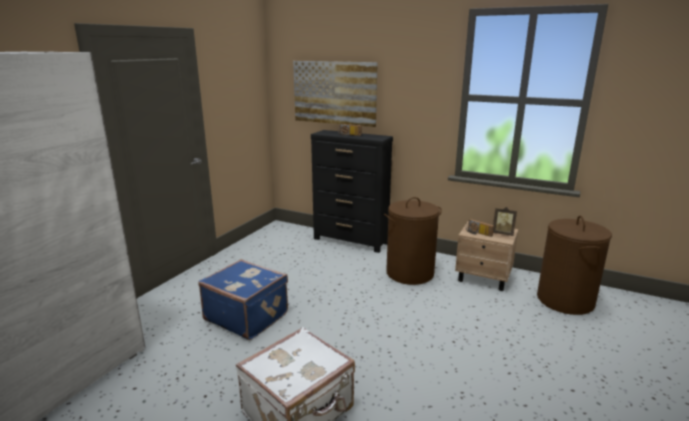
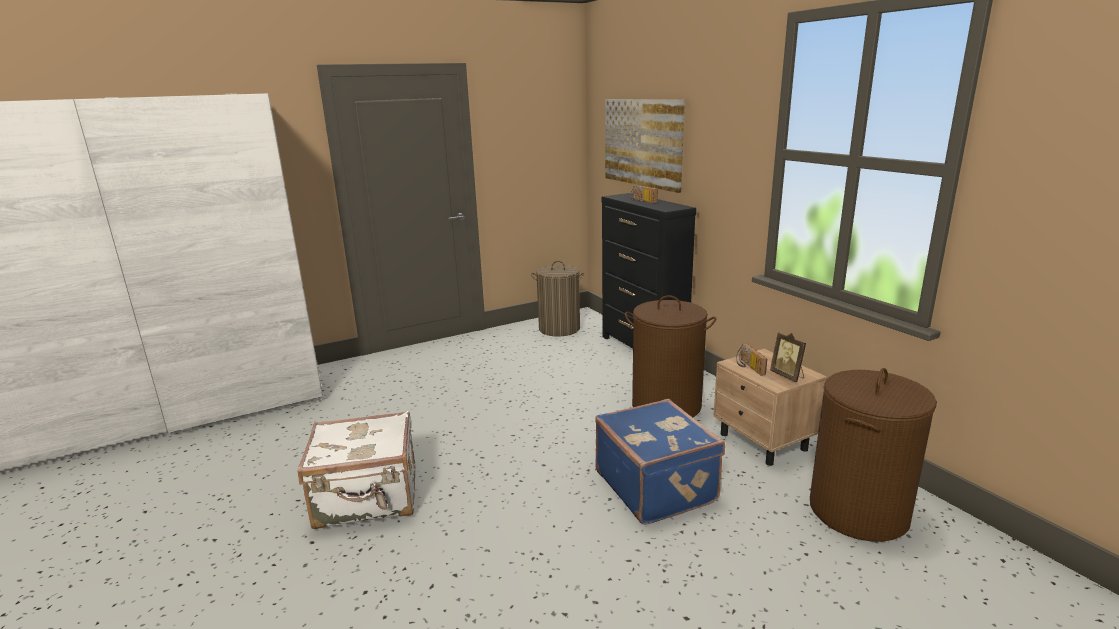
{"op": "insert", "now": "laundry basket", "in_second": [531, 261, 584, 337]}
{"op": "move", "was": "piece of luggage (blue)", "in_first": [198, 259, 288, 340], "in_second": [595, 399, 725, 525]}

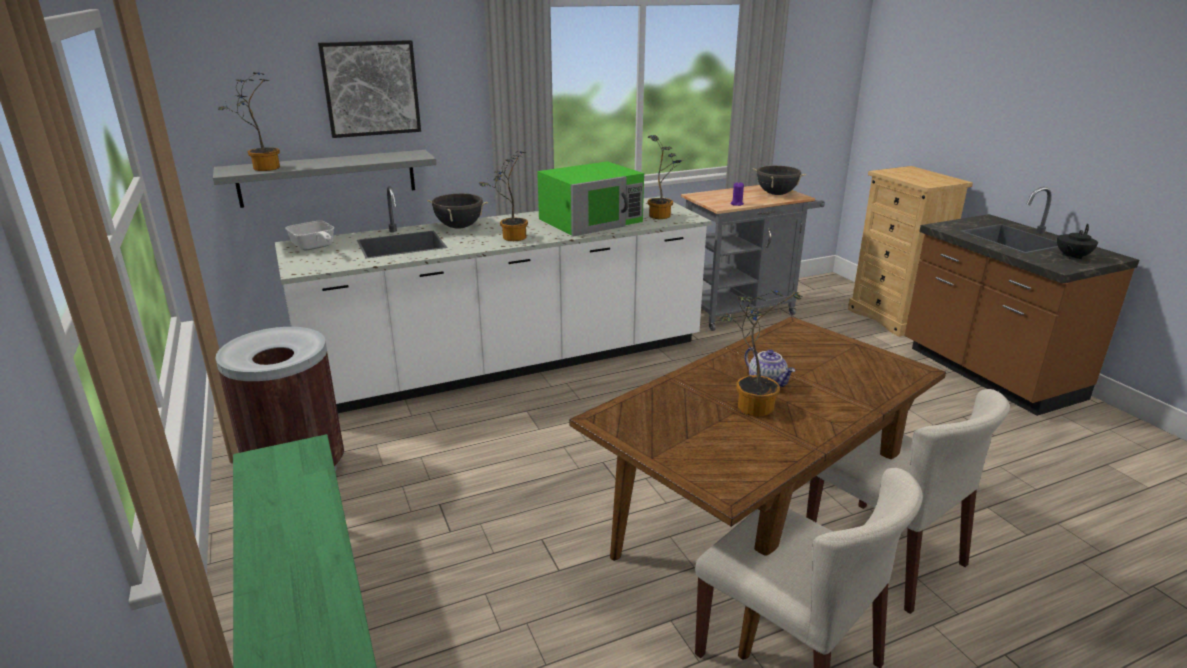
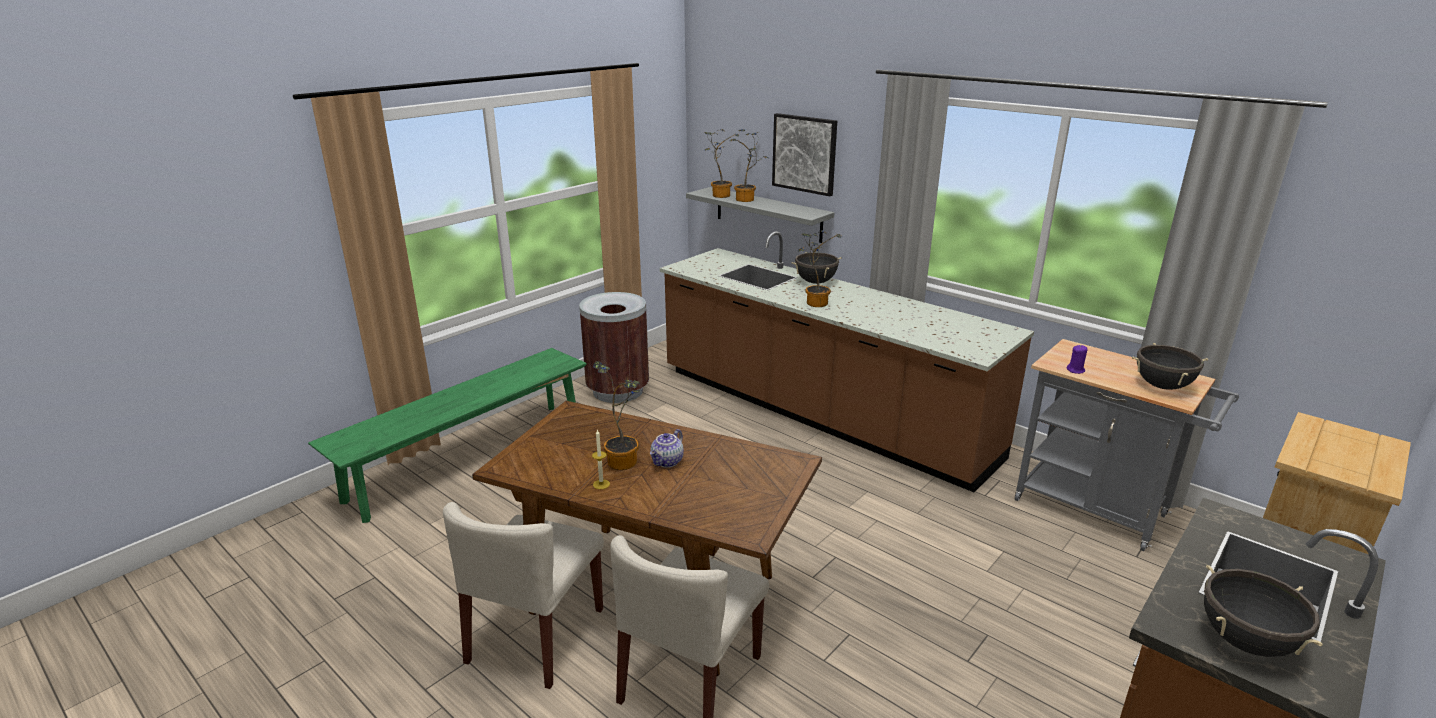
{"op": "insert", "now": "wax candle", "in_second": [592, 429, 610, 489]}
{"op": "recolor", "was": "kitchen counter (whitish)", "now": "kitchen counter (brownish)", "in_first": [275, 186, 712, 413], "in_second": [660, 232, 1034, 492]}
{"op": "move", "was": "houseplant", "in_first": [648, 135, 683, 219], "in_second": [729, 129, 768, 202]}
{"op": "replace", "was": "tea pot (blackish)", "now": "cooking pot (blackish)", "in_first": [1057, 224, 1098, 259], "in_second": [1204, 565, 1323, 657]}
{"op": "delete", "was": "skillet", "in_first": [285, 221, 334, 250]}
{"op": "delete", "was": "kitchen microwave (green)", "in_first": [537, 161, 644, 237]}

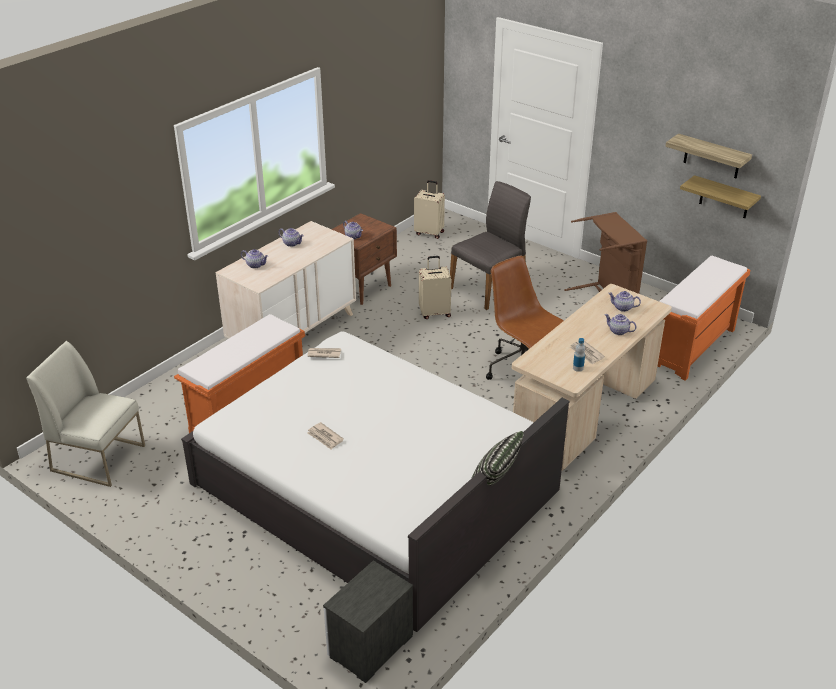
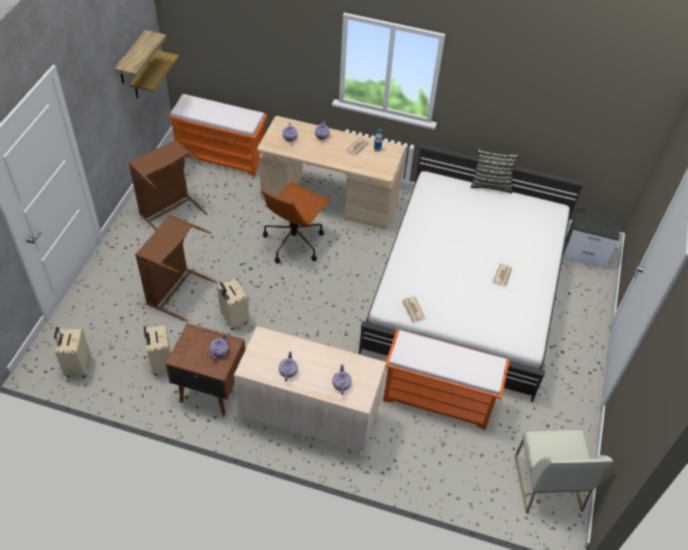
{"op": "replace", "was": "plain chair (grey)", "now": "laundry basket (brownish)", "in_first": [450, 181, 531, 310], "in_second": [135, 215, 217, 322]}
{"op": "insert", "now": "piece of luggage (beige-coloured)", "in_second": [144, 325, 171, 375]}

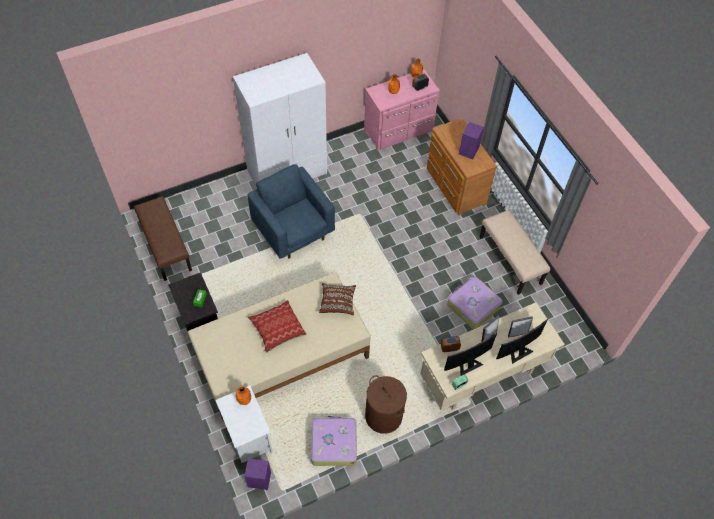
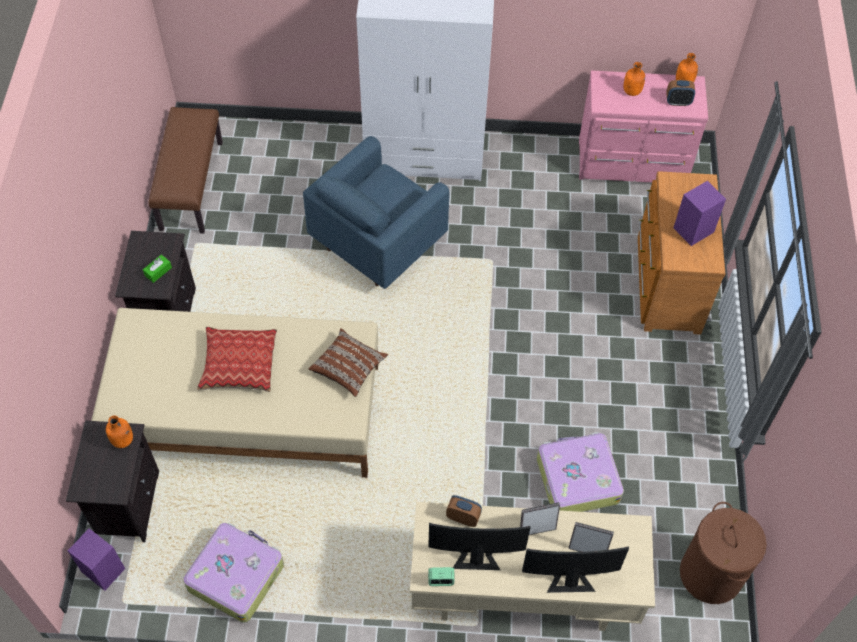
{"op": "recolor", "was": "bedside table (whitish)", "now": "bedside table (blackish)", "in_first": [216, 386, 273, 463], "in_second": [66, 421, 159, 542]}
{"op": "rotate", "was": "easy chair (blue)", "in_first": [247, 164, 335, 259], "in_second": [303, 136, 449, 289], "clockwise": -135}
{"op": "move", "was": "laundry basket (brownish)", "in_first": [365, 375, 407, 434], "in_second": [680, 502, 767, 604]}
{"op": "delete", "was": "long seat (beige-coloured)", "in_first": [480, 210, 550, 295]}

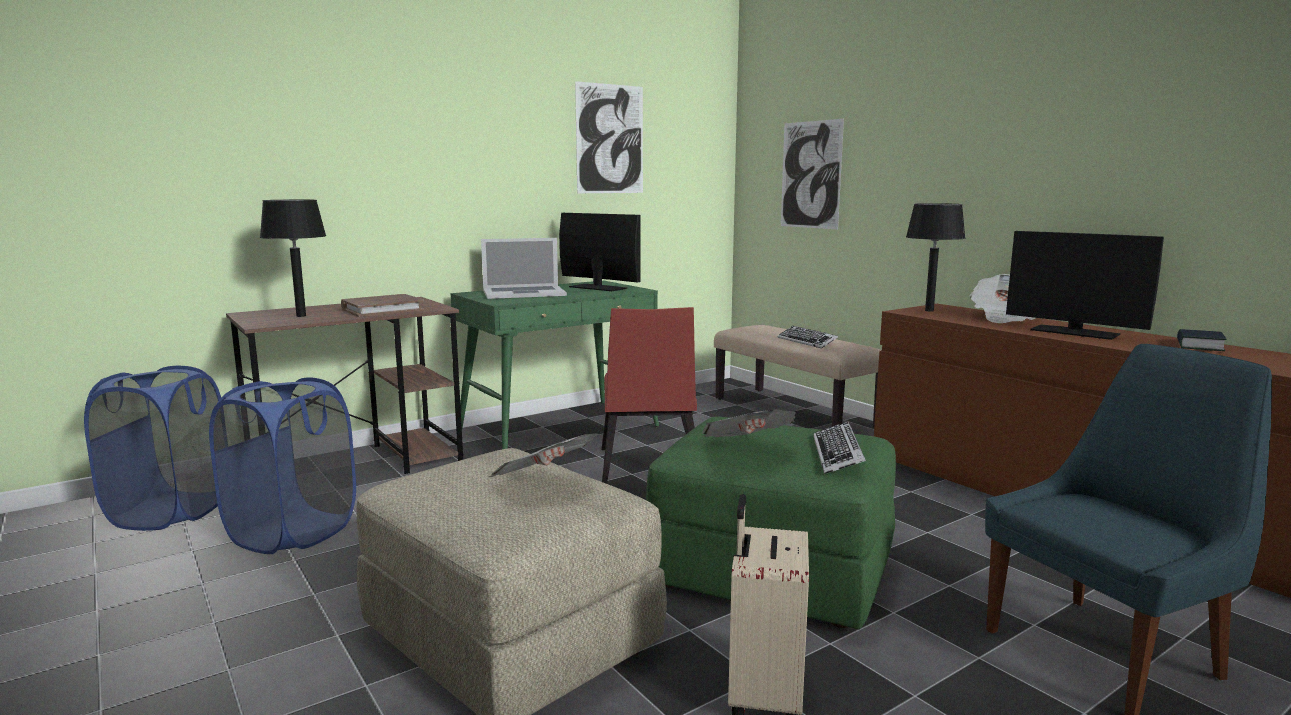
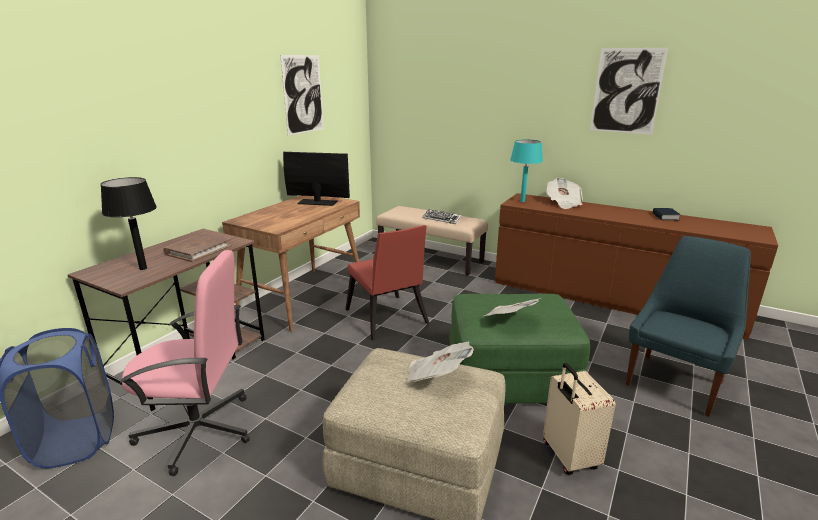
{"op": "replace", "was": "laundry basket (blue)", "now": "computer chair (pink)", "in_first": [209, 377, 356, 554], "in_second": [120, 250, 250, 476]}
{"op": "recolor", "was": "desk unit (green)", "now": "desk unit (brownish)", "in_first": [451, 281, 659, 449], "in_second": [222, 196, 360, 332]}
{"op": "recolor", "was": "tabletop lamp (blackish)", "now": "tabletop lamp (turquoise-coloured)", "in_first": [906, 203, 966, 312], "in_second": [510, 139, 543, 202]}
{"op": "move", "was": "wall art", "in_first": [781, 119, 844, 230], "in_second": [590, 48, 668, 134]}
{"op": "delete", "was": "portable computer", "in_first": [481, 238, 567, 299]}
{"op": "delete", "was": "computer keyboard", "in_first": [814, 422, 866, 474]}
{"op": "delete", "was": "computer display", "in_first": [1006, 231, 1164, 340]}

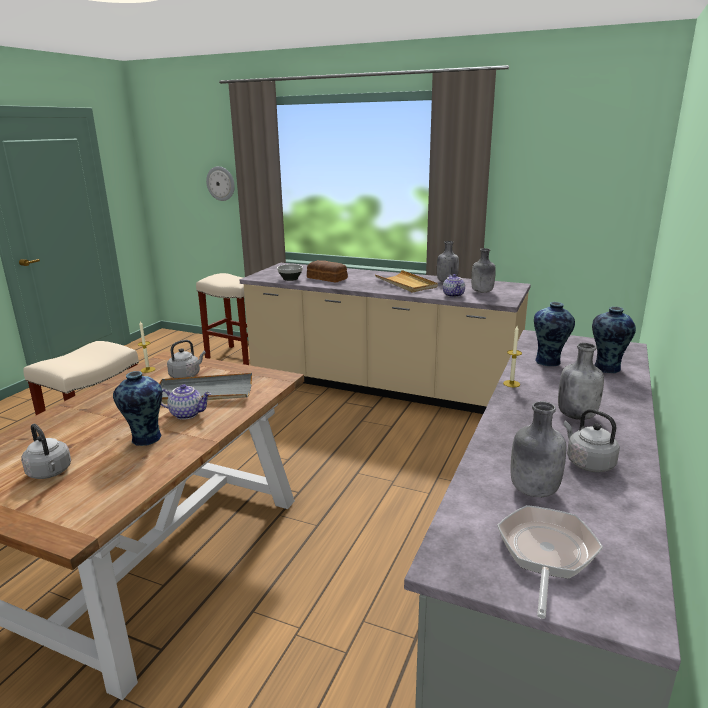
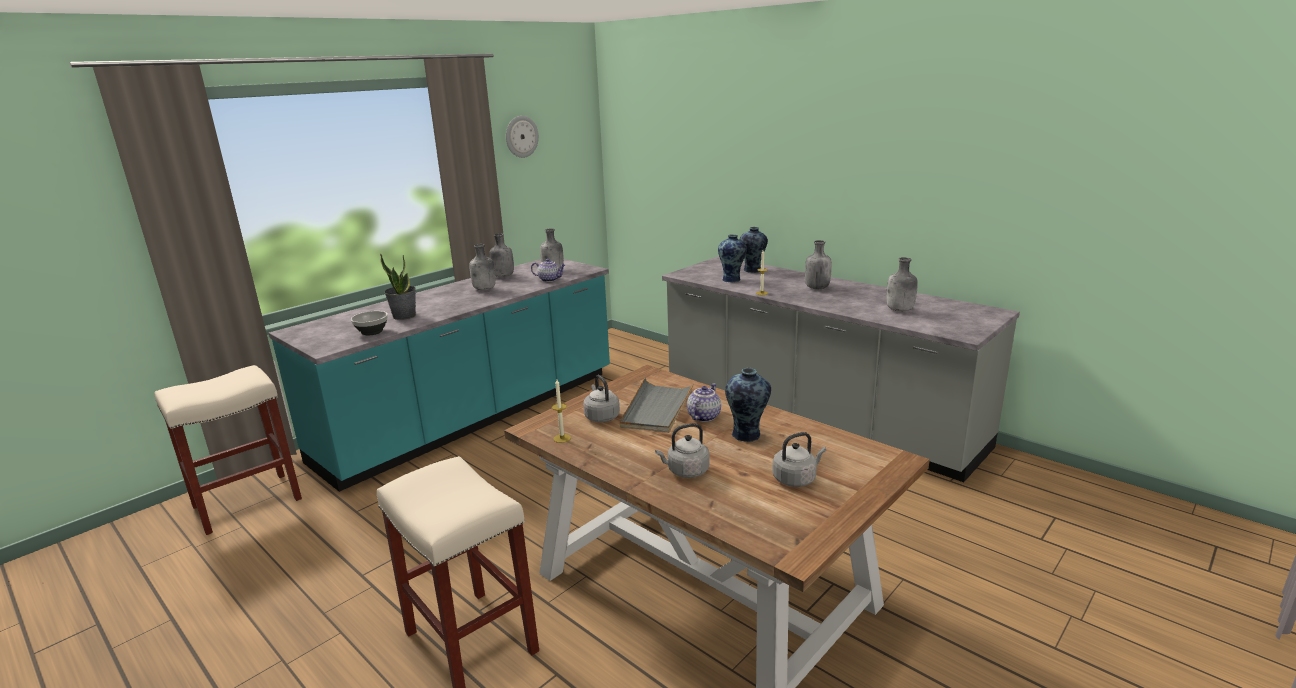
{"op": "recolor", "was": "kitchen counter (beige-coloured)", "now": "kitchen counter (turquoise-coloured)", "in_first": [240, 263, 531, 414], "in_second": [269, 259, 610, 492]}
{"op": "replace", "was": "bakery bread", "now": "houseplant", "in_first": [307, 260, 348, 282], "in_second": [380, 253, 416, 320]}
{"op": "replace", "was": "tray (beige-coloured)", "now": "drink bottle (grey)", "in_first": [375, 270, 438, 293], "in_second": [469, 244, 496, 290]}
{"op": "move", "was": "hanging clock", "in_first": [206, 166, 235, 201], "in_second": [506, 115, 539, 158]}
{"op": "move", "was": "water kettle (grey)", "in_first": [563, 409, 620, 472], "in_second": [655, 423, 710, 478]}
{"op": "delete", "was": "skillet", "in_first": [497, 505, 603, 619]}

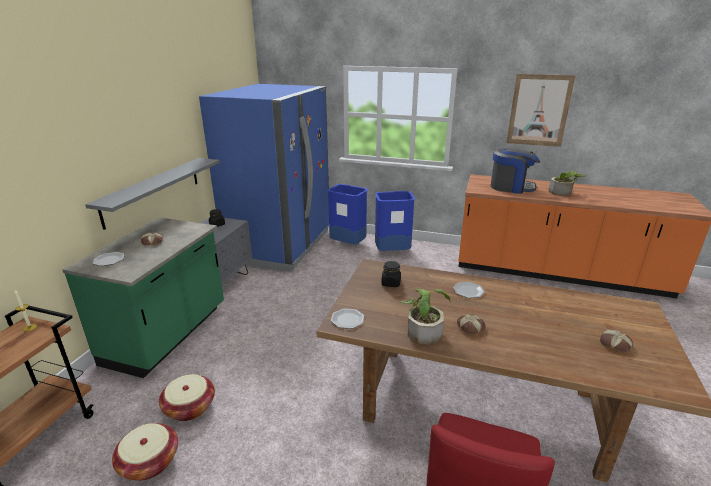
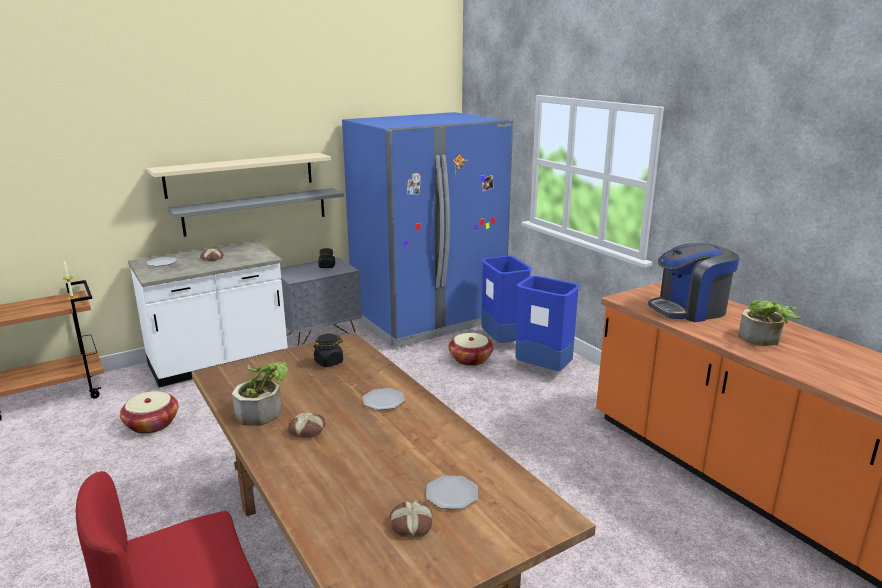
{"op": "recolor", "was": "kitchen counter (green)", "now": "kitchen counter (whitish)", "in_first": [62, 218, 224, 378], "in_second": [128, 241, 288, 387]}
{"op": "insert", "now": "bracket shelf (beige-coloured)", "in_second": [147, 153, 331, 199]}
{"op": "move", "was": "dinner plate", "in_first": [331, 309, 364, 329], "in_second": [426, 476, 478, 509]}
{"op": "move", "was": "basket", "in_first": [112, 423, 178, 481], "in_second": [449, 333, 493, 366]}
{"op": "rotate", "was": "coffee machine", "in_first": [490, 148, 540, 194], "in_second": [648, 243, 739, 322], "clockwise": 105}
{"op": "delete", "was": "wall art", "in_first": [506, 74, 576, 147]}

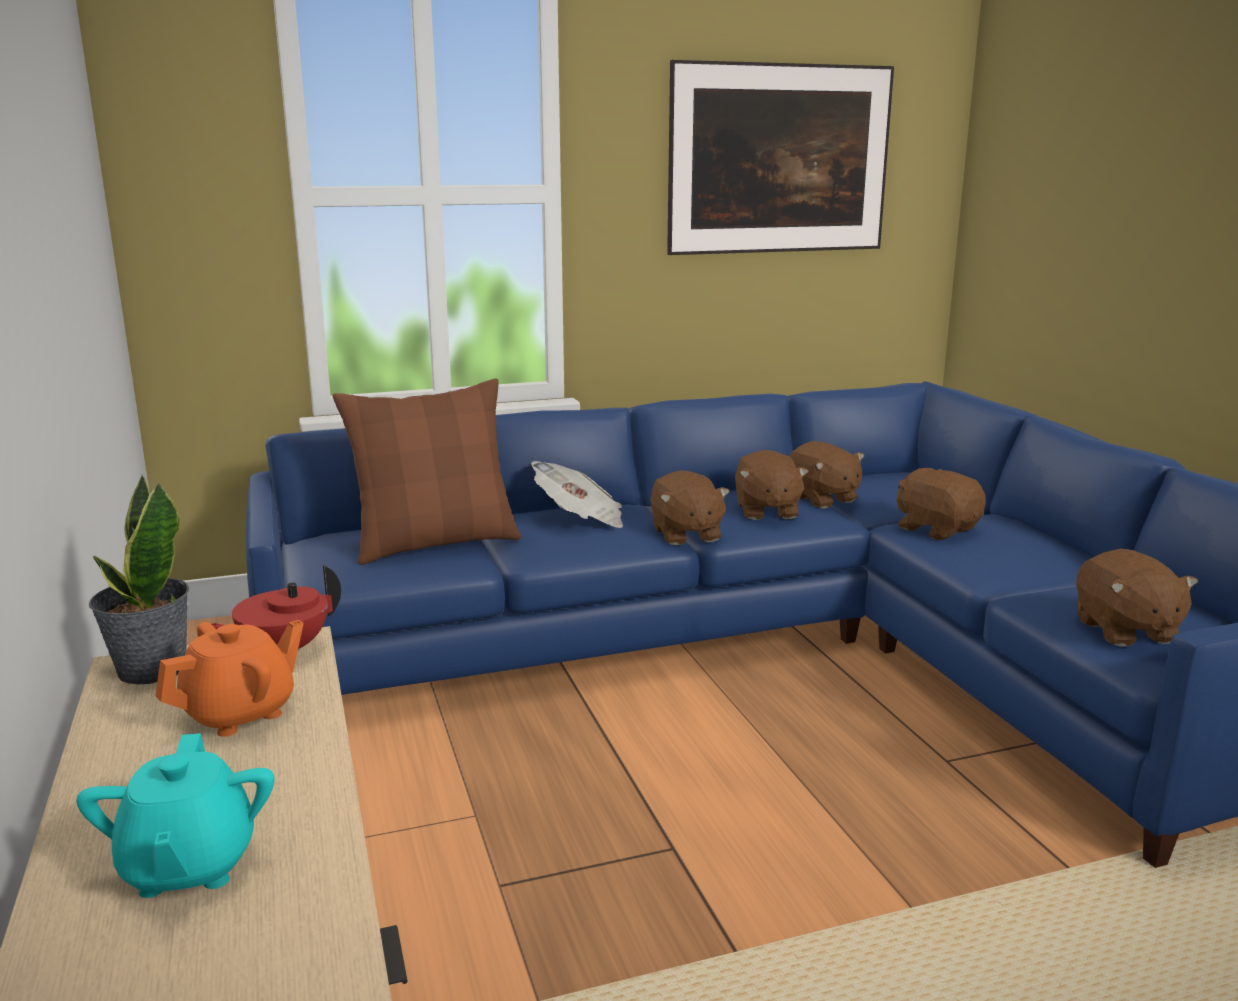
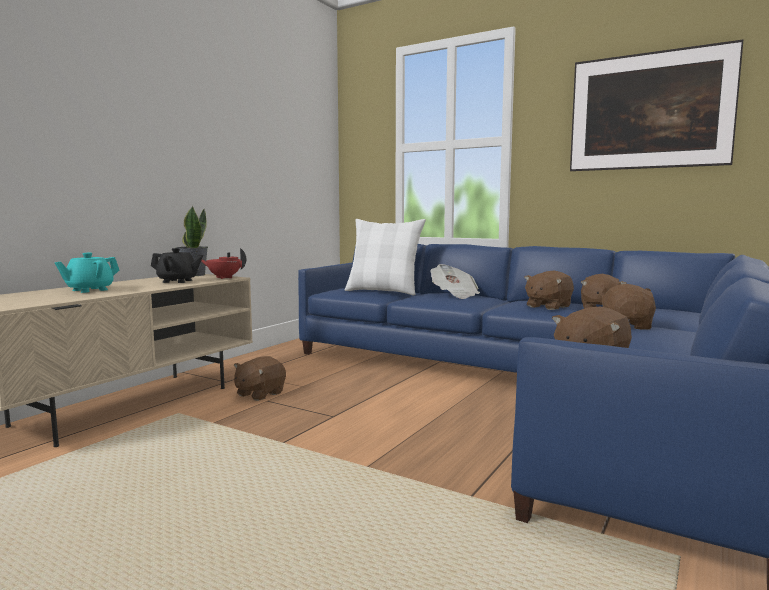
{"op": "recolor", "was": "tea pot (orangey)", "now": "tea pot (blackish)", "in_first": [155, 620, 303, 737], "in_second": [151, 248, 203, 283]}
{"op": "move", "was": "soft toy (brownish)", "in_first": [650, 470, 730, 545], "in_second": [234, 356, 286, 401]}
{"op": "recolor", "was": "cushion (brownish)", "now": "cushion (whitish)", "in_first": [333, 379, 521, 565], "in_second": [345, 219, 426, 295]}

